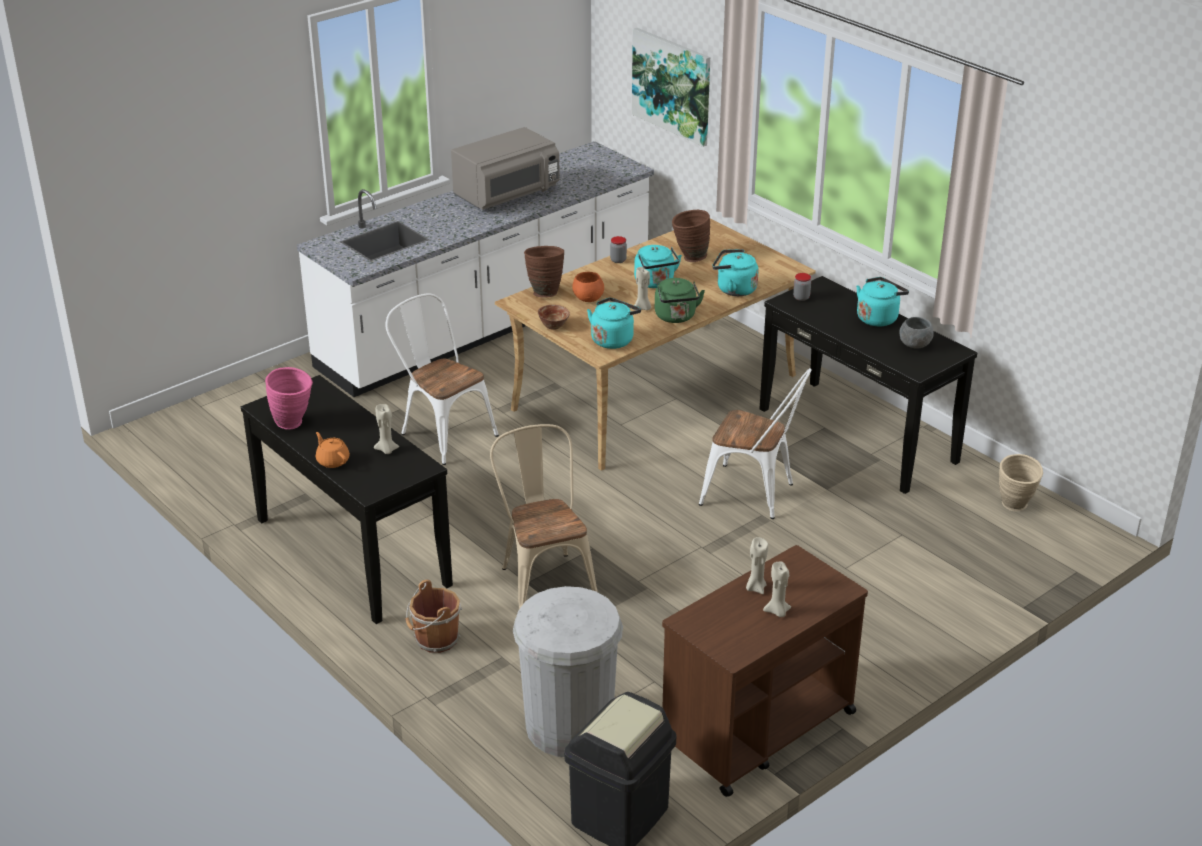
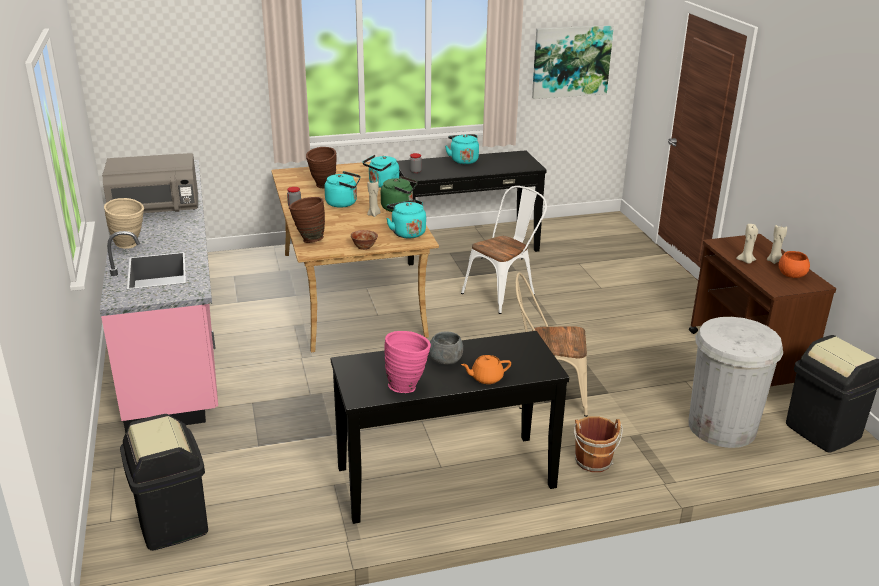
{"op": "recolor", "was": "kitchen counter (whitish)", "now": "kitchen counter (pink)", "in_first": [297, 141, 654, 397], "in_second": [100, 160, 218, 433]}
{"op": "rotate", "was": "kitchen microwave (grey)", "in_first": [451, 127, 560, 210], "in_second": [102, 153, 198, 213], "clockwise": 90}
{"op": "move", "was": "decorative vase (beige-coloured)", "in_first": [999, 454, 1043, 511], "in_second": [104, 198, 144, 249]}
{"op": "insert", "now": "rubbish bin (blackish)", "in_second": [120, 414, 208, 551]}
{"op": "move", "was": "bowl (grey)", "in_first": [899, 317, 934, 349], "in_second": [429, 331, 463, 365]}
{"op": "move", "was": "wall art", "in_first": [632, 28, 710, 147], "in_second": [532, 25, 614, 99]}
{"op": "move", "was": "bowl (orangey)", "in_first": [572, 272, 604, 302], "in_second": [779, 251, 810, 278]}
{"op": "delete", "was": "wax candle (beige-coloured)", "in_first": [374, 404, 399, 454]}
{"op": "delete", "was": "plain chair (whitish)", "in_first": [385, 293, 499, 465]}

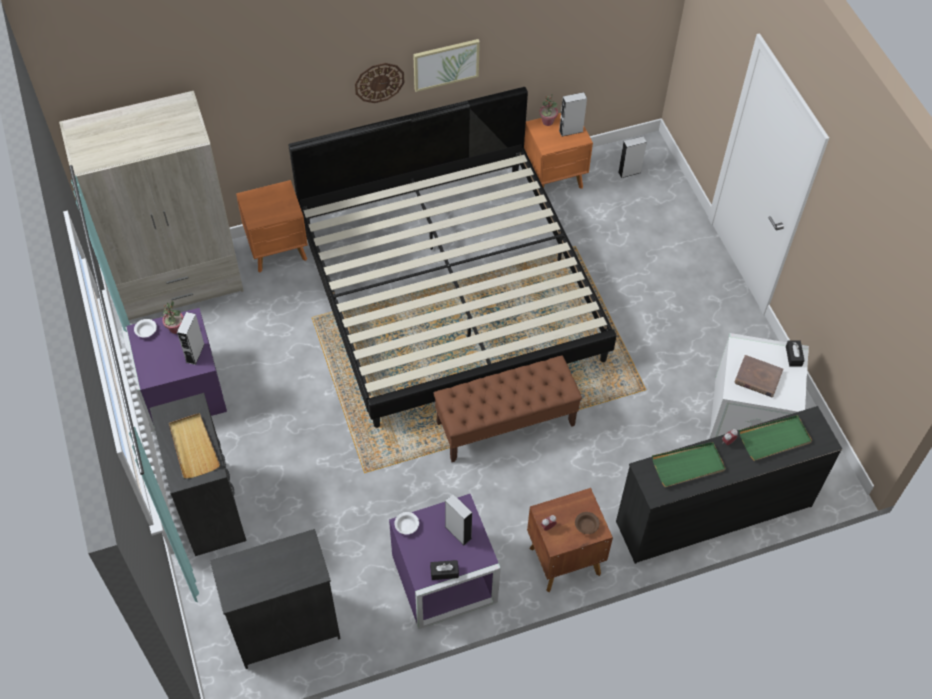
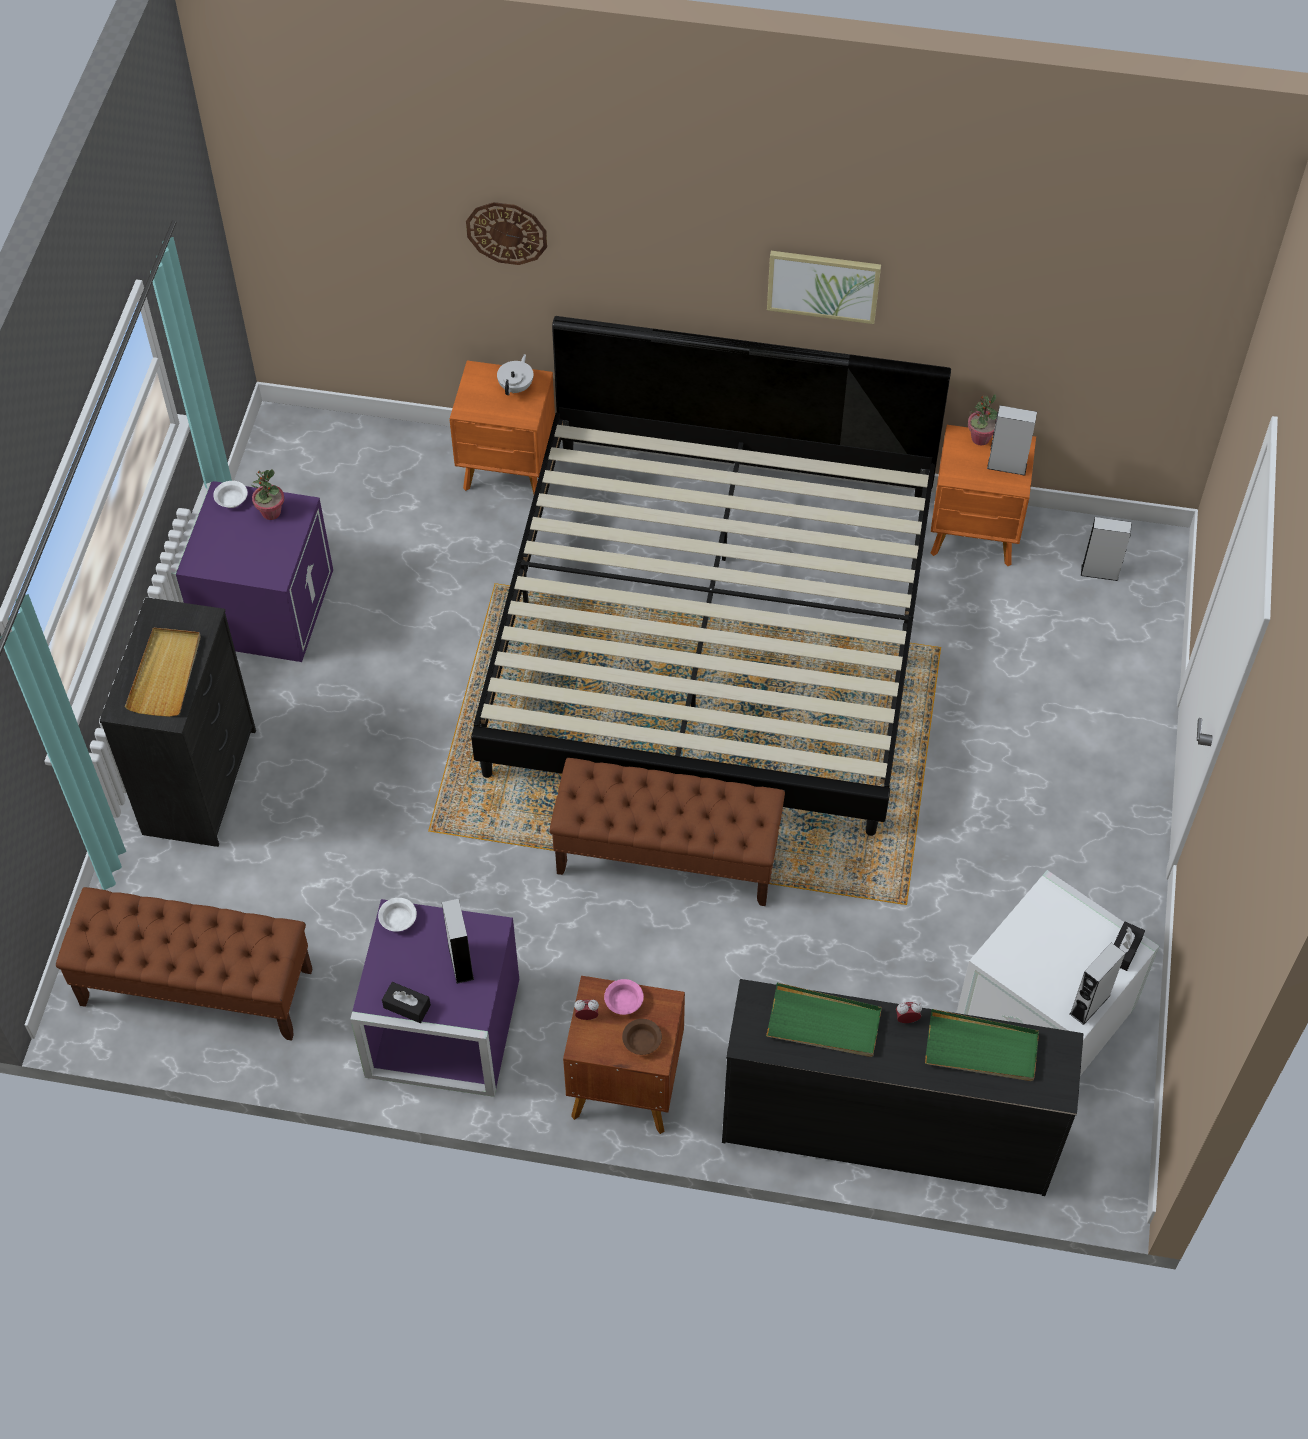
{"op": "replace", "was": "chest of drawers (blackish)", "now": "long seat (brownish)", "in_first": [210, 529, 341, 669], "in_second": [56, 887, 313, 1041]}
{"op": "move", "was": "hanging clock", "in_first": [355, 63, 404, 103], "in_second": [466, 202, 547, 265]}
{"op": "insert", "now": "tea pot (whitish)", "in_second": [497, 354, 533, 395]}
{"op": "insert", "now": "bowl (pink)", "in_second": [604, 979, 644, 1015]}
{"op": "move", "was": "audio speaker (grey)", "in_first": [177, 312, 205, 365], "in_second": [1070, 943, 1125, 1025]}
{"op": "delete", "was": "clothes cupboard (beige-coloured)", "in_first": [59, 91, 244, 320]}
{"op": "delete", "was": "book (brownish)", "in_first": [735, 355, 783, 397]}

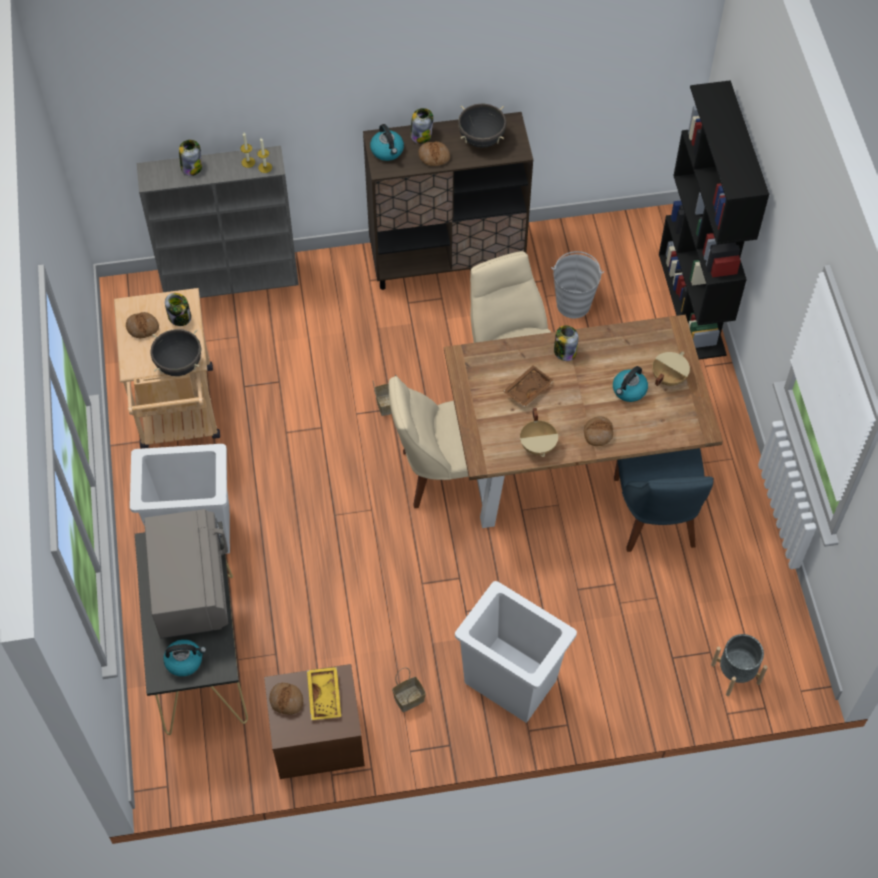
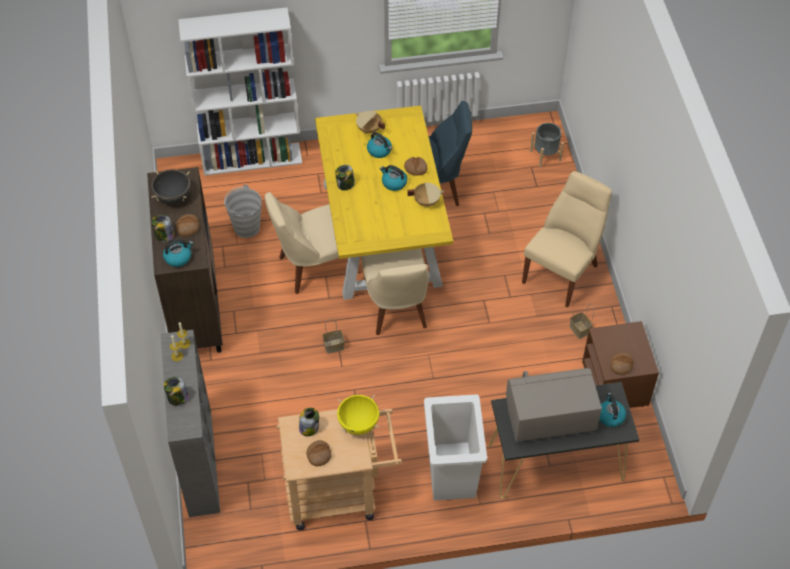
{"op": "recolor", "was": "shelving unit (blackish)", "now": "shelving unit (whitish)", "in_first": [659, 80, 769, 360], "in_second": [178, 7, 302, 176]}
{"op": "recolor", "was": "dinner table (brownish)", "now": "dinner table (yellow)", "in_first": [444, 315, 723, 528], "in_second": [315, 106, 453, 300]}
{"op": "recolor", "was": "cooking pot (blackish)", "now": "cooking pot (yellow)", "in_first": [150, 329, 202, 376], "in_second": [337, 395, 379, 435]}
{"op": "insert", "now": "water kettle", "in_second": [380, 165, 407, 191]}
{"op": "replace", "was": "rubbish bin (whitish)", "now": "plain chair (beige-coloured)", "in_first": [455, 581, 577, 723], "in_second": [522, 171, 612, 307]}
{"op": "delete", "was": "tray (yellow)", "in_first": [307, 667, 341, 720]}
{"op": "delete", "was": "tray (brownish)", "in_first": [503, 365, 554, 407]}

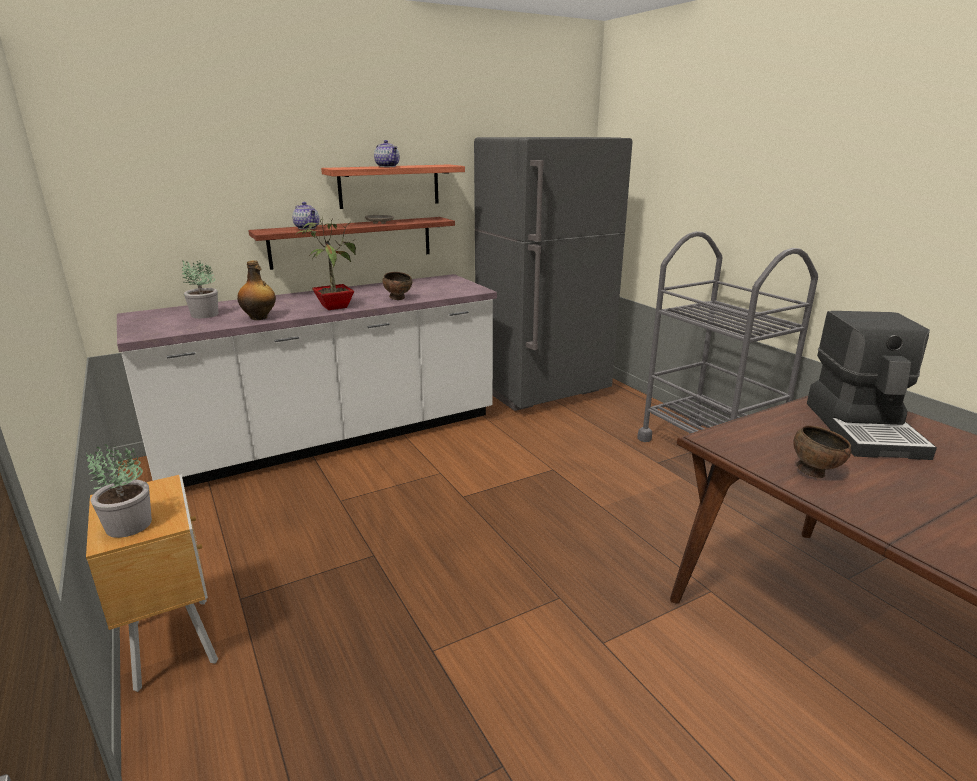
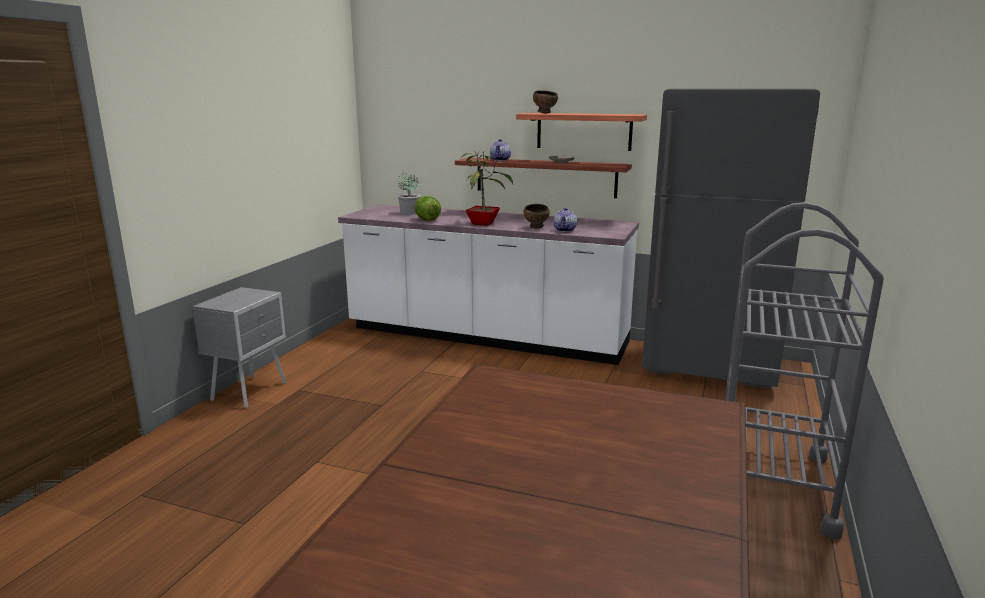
{"op": "recolor", "was": "bedside table (brownish)", "now": "bedside table (grey)", "in_first": [86, 474, 218, 692], "in_second": [192, 287, 286, 408]}
{"op": "replace", "was": "drink bottle", "now": "head of lettuce", "in_first": [237, 260, 276, 320], "in_second": [415, 196, 441, 221]}
{"op": "move", "was": "bowl (brownish)", "in_first": [793, 426, 851, 478], "in_second": [533, 90, 558, 113]}
{"op": "move", "was": "tea pot", "in_first": [374, 140, 400, 167], "in_second": [554, 208, 577, 232]}
{"op": "delete", "was": "houseplant", "in_first": [86, 444, 152, 538]}
{"op": "delete", "was": "coffee machine", "in_first": [807, 311, 937, 460]}

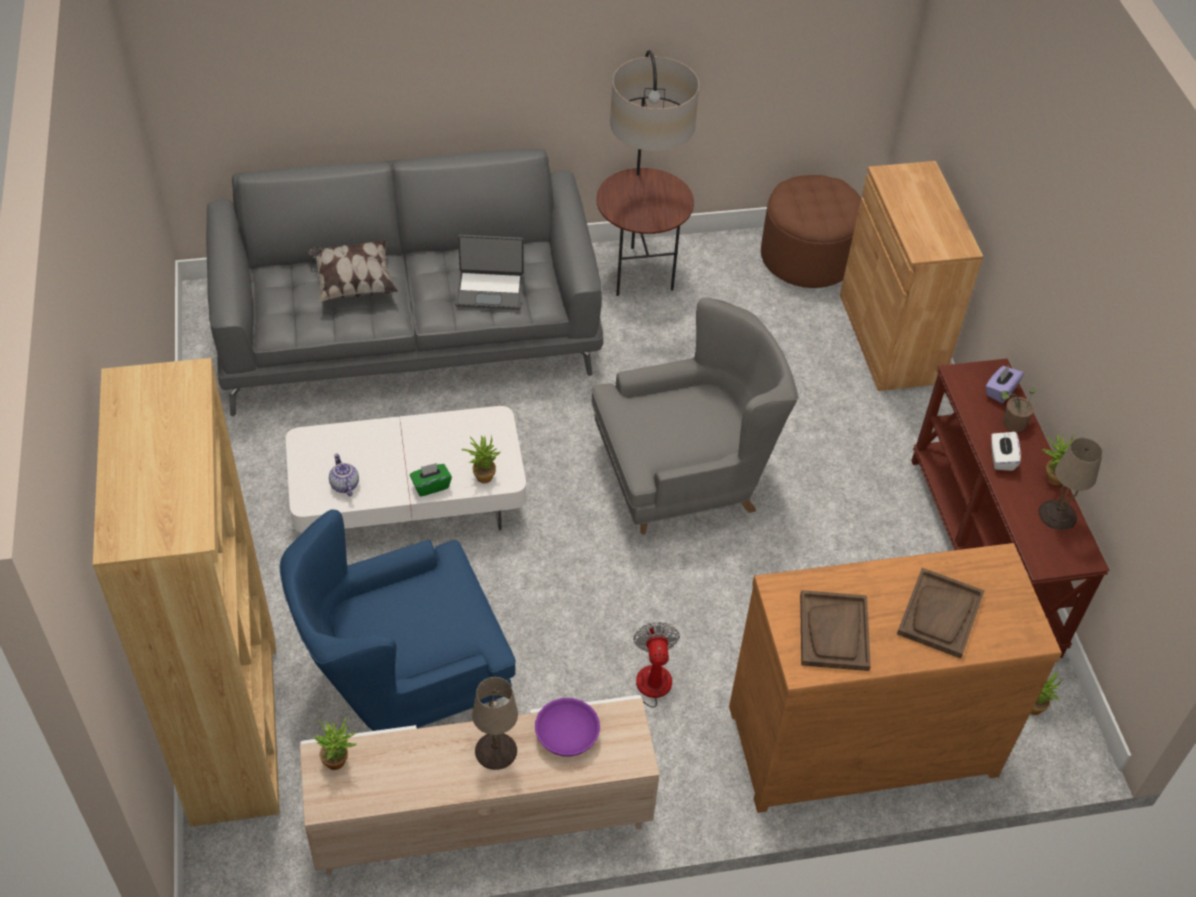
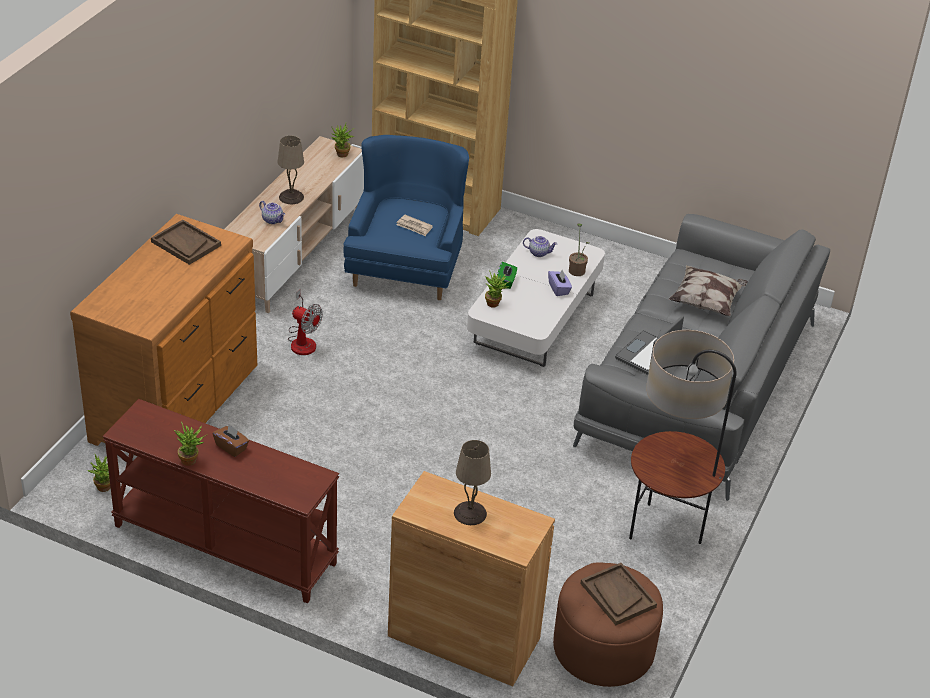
{"op": "recolor", "was": "tissue box (whitish)", "now": "tissue box (brownish)", "in_first": [991, 432, 1021, 471], "in_second": [213, 425, 249, 457]}
{"op": "replace", "was": "bowl (purplish)", "now": "tea pot", "in_first": [535, 698, 600, 756], "in_second": [259, 201, 285, 224]}
{"op": "insert", "now": "printed paper", "in_second": [397, 215, 433, 236]}
{"op": "move", "was": "tabletop lamp (beige-coloured)", "in_first": [1039, 438, 1103, 530], "in_second": [454, 440, 491, 525]}
{"op": "move", "was": "tissue box (purplish)", "in_first": [985, 365, 1024, 403], "in_second": [548, 270, 572, 296]}
{"op": "move", "was": "houseplant", "in_first": [1000, 388, 1036, 432], "in_second": [569, 224, 589, 276]}
{"op": "move", "was": "tray (brownish)", "in_first": [897, 568, 985, 659], "in_second": [580, 563, 657, 625]}
{"op": "delete", "was": "easy chair (grey)", "in_first": [591, 298, 798, 534]}

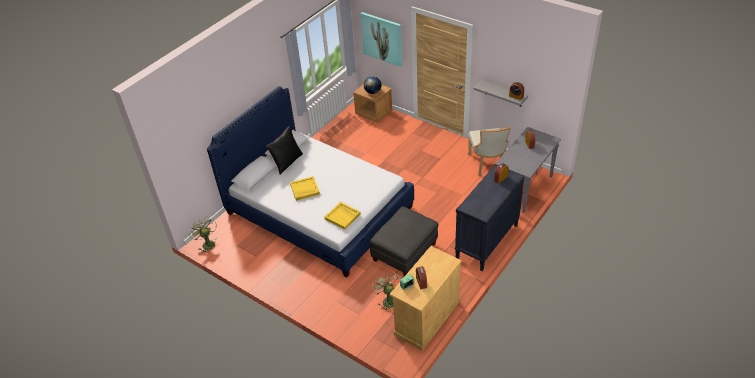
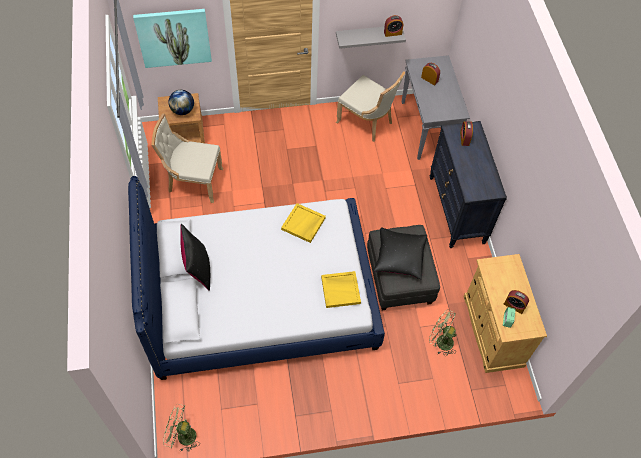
{"op": "insert", "now": "plain chair (beige-coloured)", "in_second": [151, 113, 223, 203]}
{"op": "move", "was": "tray (yellow)", "in_first": [290, 176, 320, 201], "in_second": [281, 203, 326, 243]}
{"op": "insert", "now": "cushion (blackish)", "in_second": [374, 227, 427, 280]}

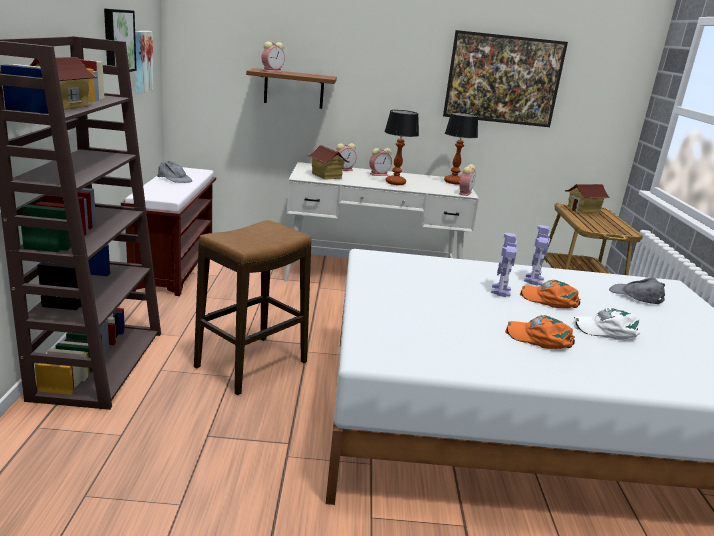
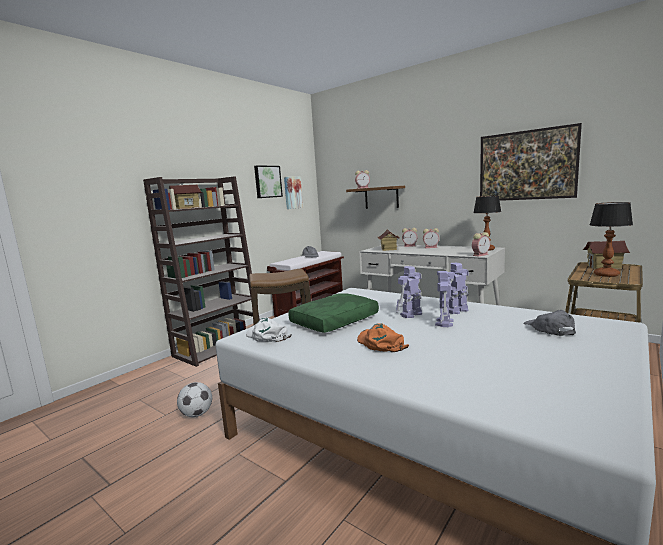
{"op": "insert", "now": "football ball", "in_second": [177, 382, 212, 417]}
{"op": "move", "was": "baseball cap (whitish)", "in_first": [574, 308, 640, 340], "in_second": [246, 318, 292, 342]}
{"op": "insert", "now": "cushion (green)", "in_second": [288, 293, 379, 333]}
{"op": "replace", "was": "baseball cap (orangey)", "now": "toy robot", "in_first": [520, 280, 580, 308], "in_second": [435, 271, 454, 327]}
{"op": "move", "was": "tabletop lamp", "in_first": [384, 110, 419, 185], "in_second": [590, 202, 633, 277]}

